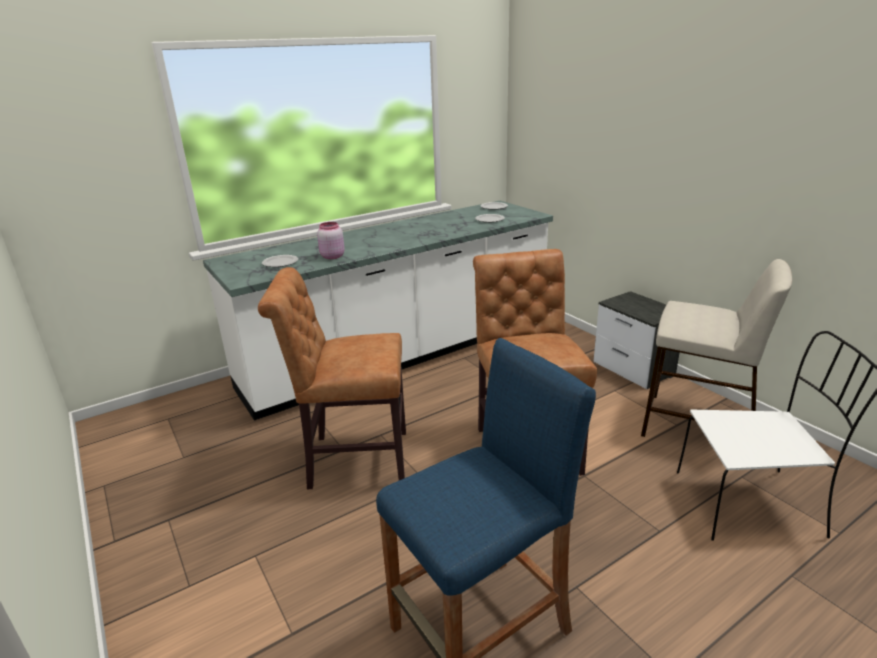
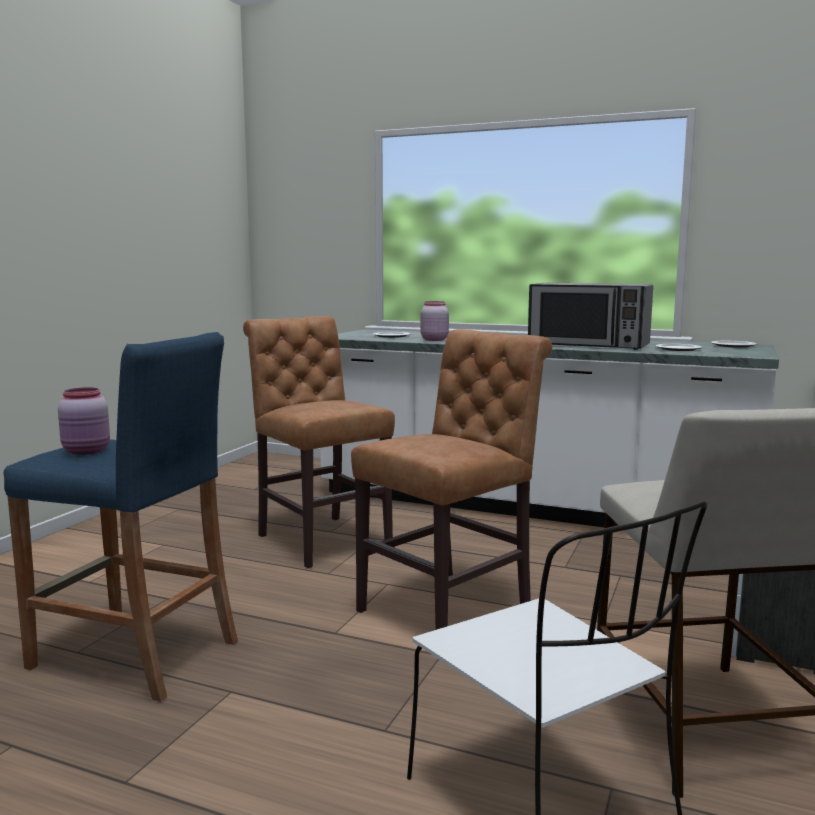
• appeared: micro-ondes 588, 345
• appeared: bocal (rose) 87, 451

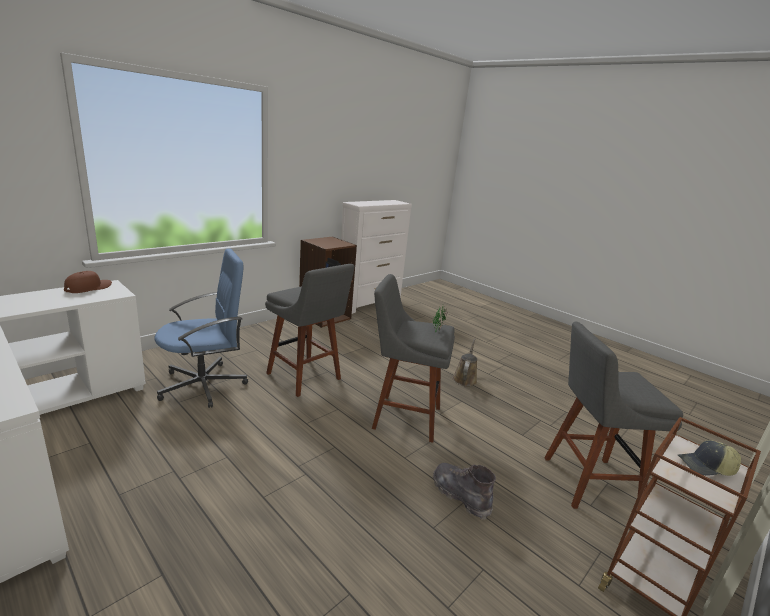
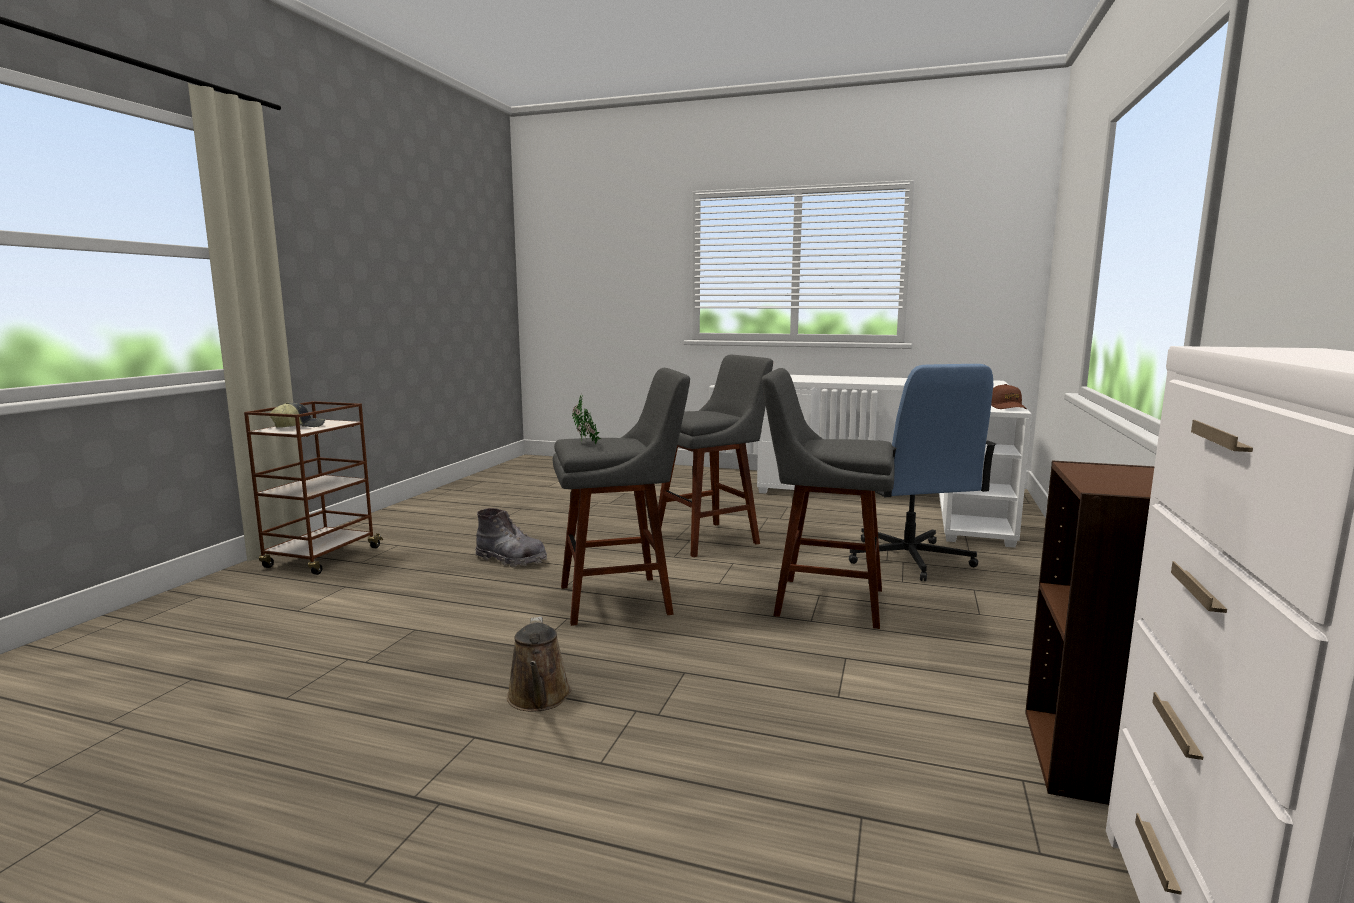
• spun: chaise de bureau (bleu) 204, 385 = 908, 559 45 degrees counterclockwise
• relocated: tabouret (gris) 585, 482 to 711, 538

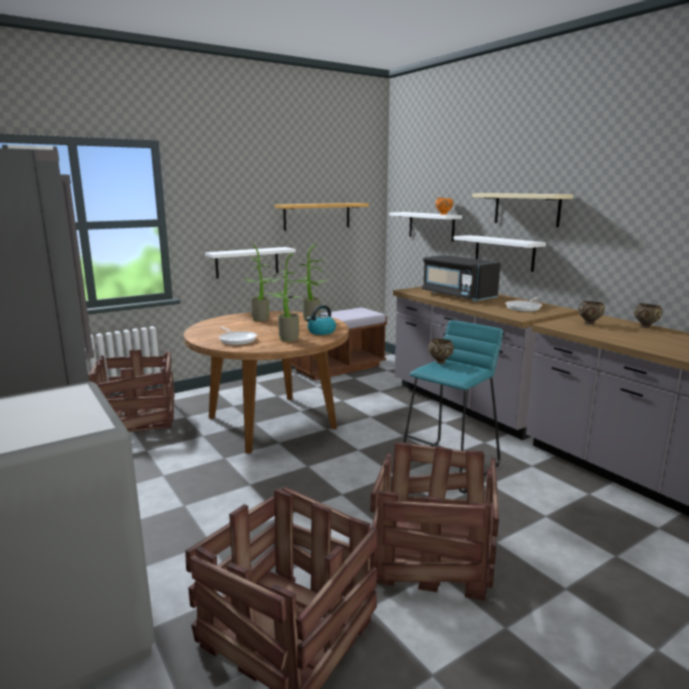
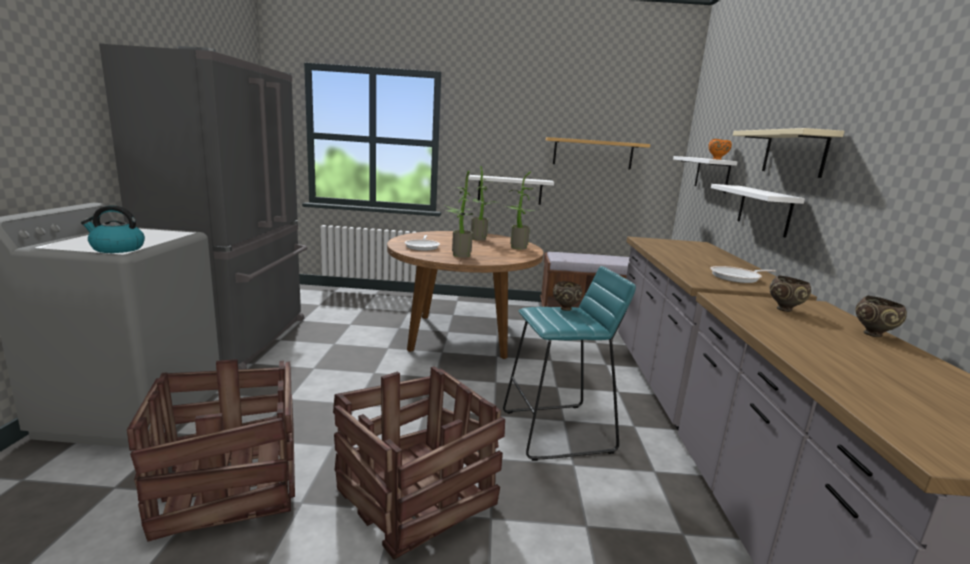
• missing: micro-ondes (noir) 457, 296
• relocated: bouilloire 321, 332 to 117, 249
• missing: caisse 138, 417

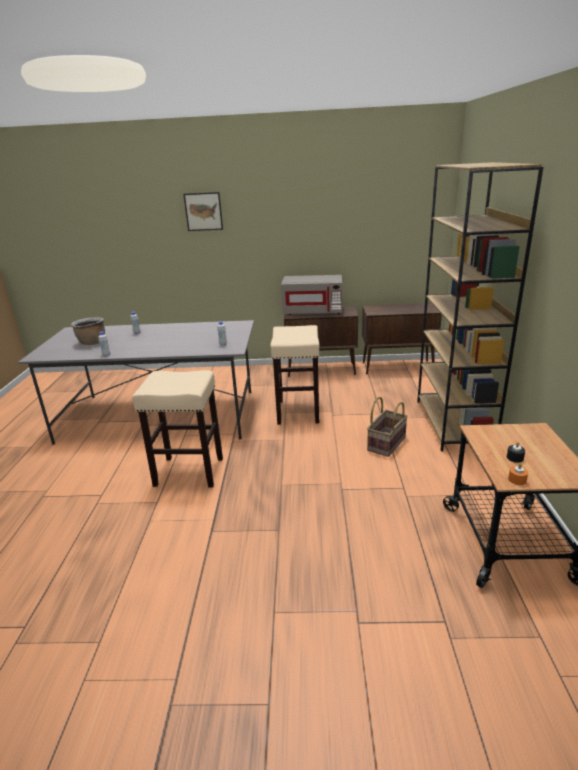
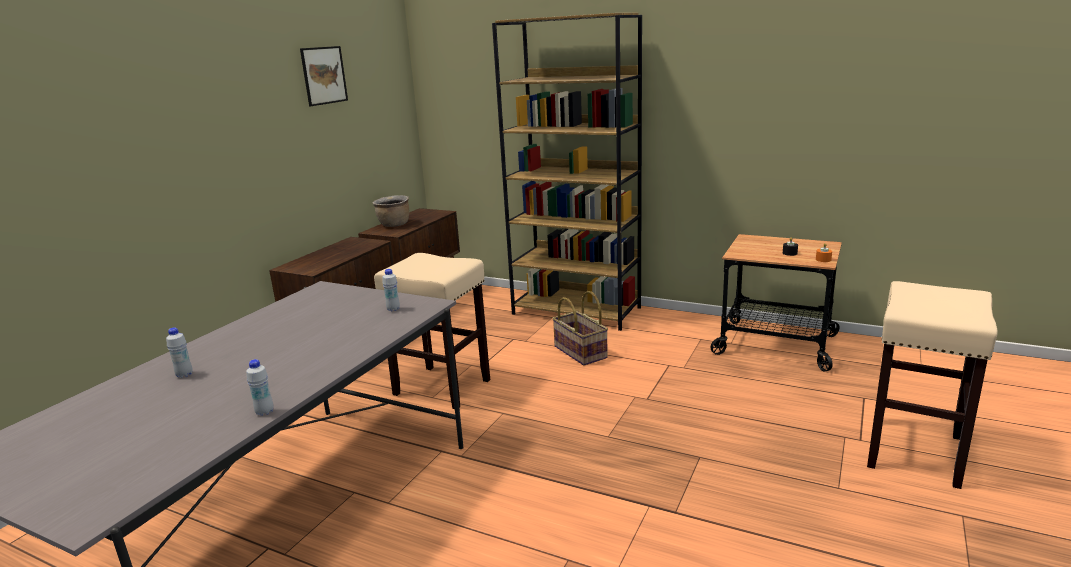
• relocated: tableau 203, 211 to 324, 75
• missing: micro-ondes (gris) 313, 312
• relocated: marmite (marron) 92, 342 to 394, 225
• relocated: tabouret (beige) 188, 472 to 915, 452

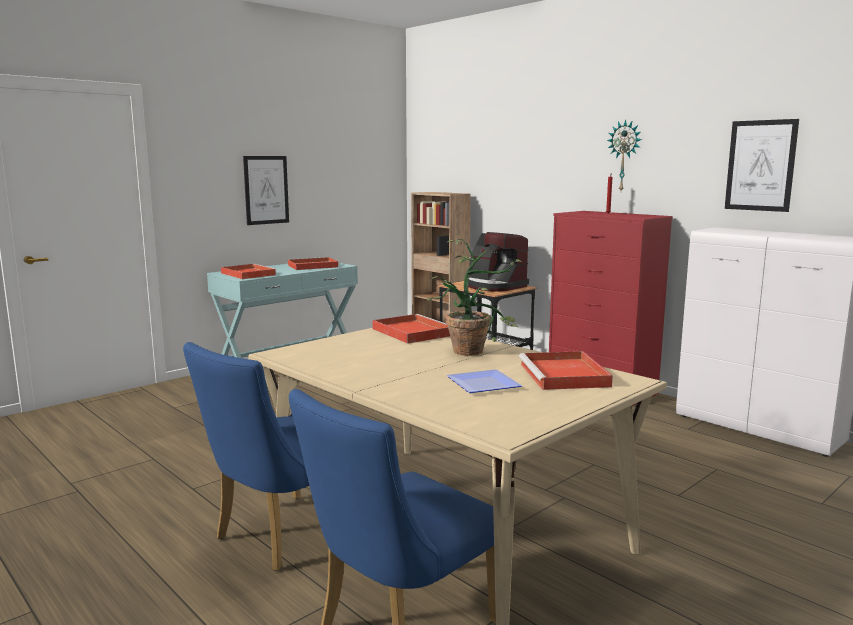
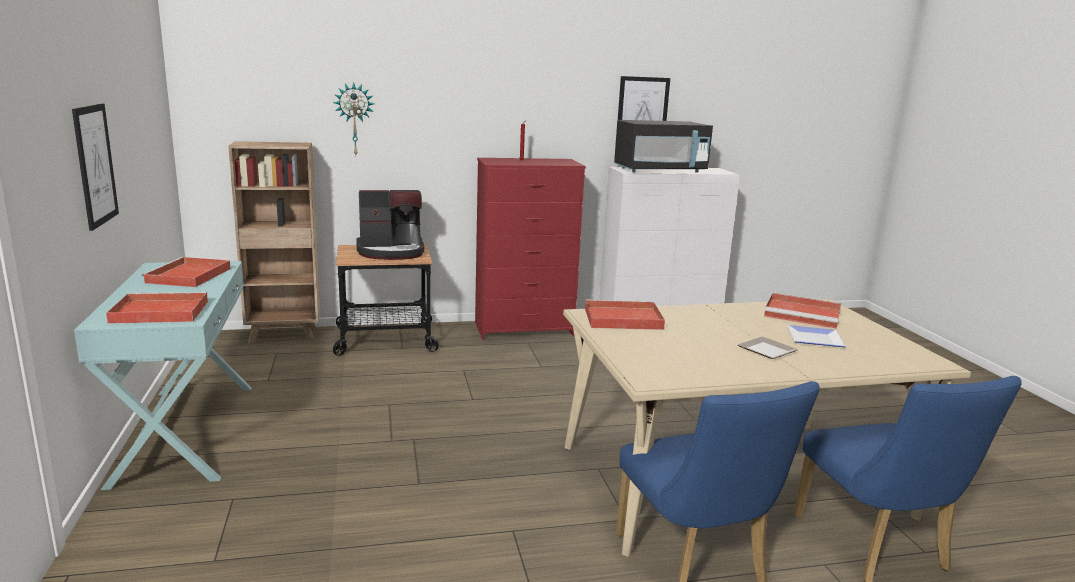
• relocated: horloge murale 624, 156 to 354, 119
• missing: plante en pot 474, 350
• appeared: micro-ondes (noir) 660, 170
• appeared: assiette 766, 350

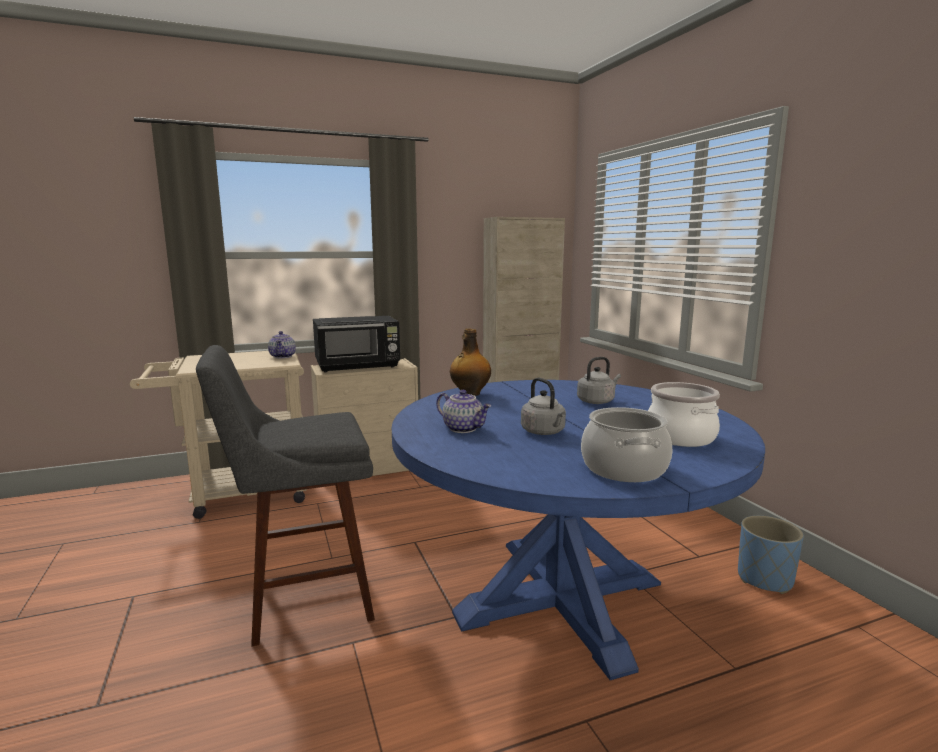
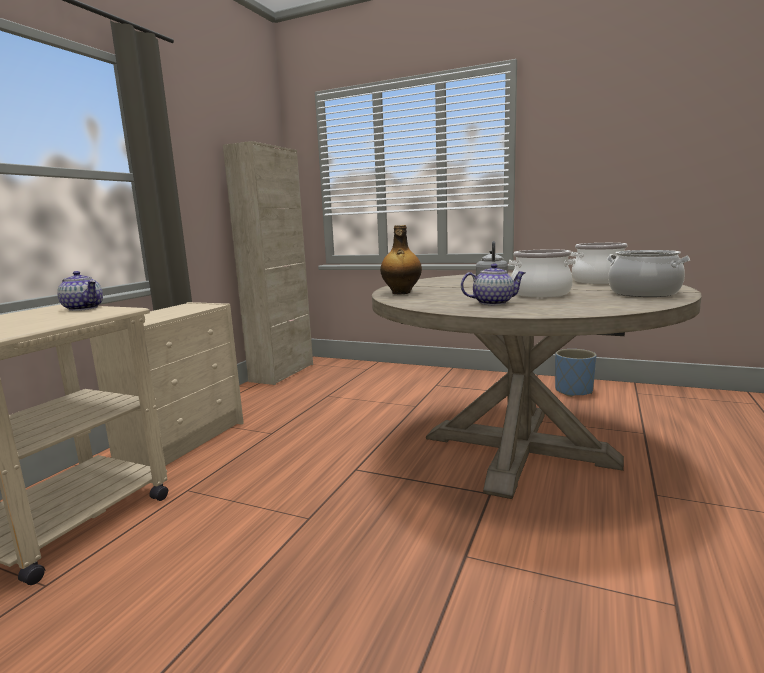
• missing: micro-ondes (noir) 358, 366
• missing: tabouret (gris) 302, 599
• exchanged: bouilloire (gris) 544, 432 to marmite 540, 293
• colour: table à manger (bleu) 560, 598 to table à manger (beige) 518, 448

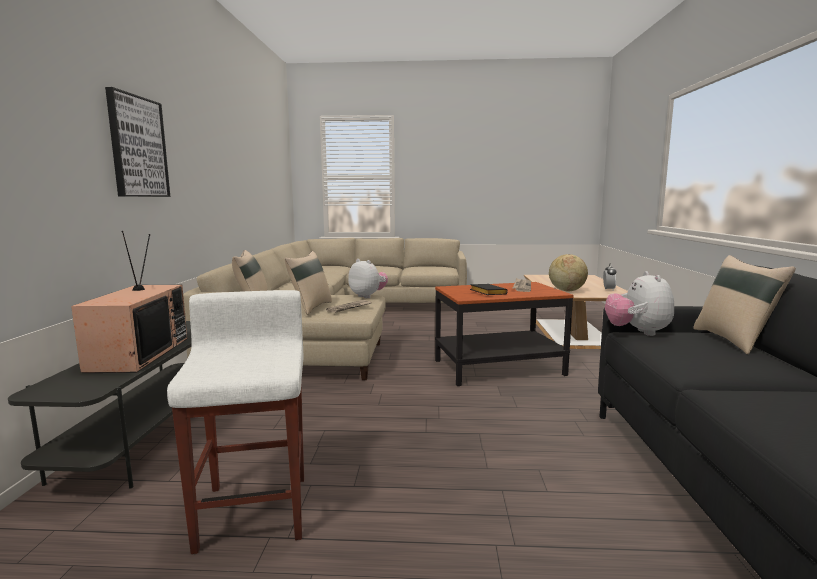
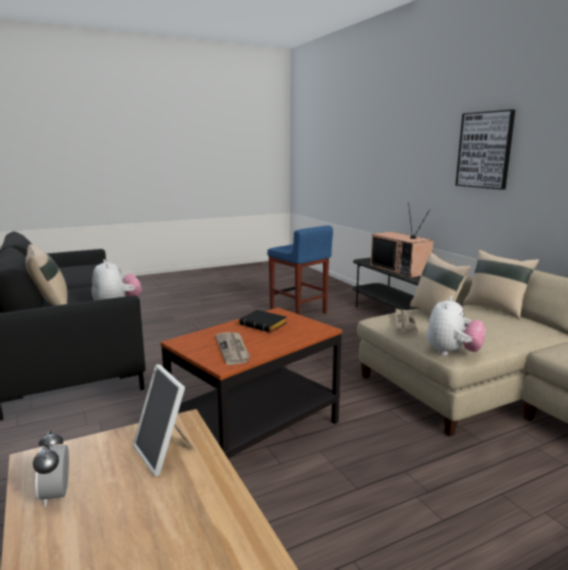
• exchanged: globe 566, 290 to cadre photo 165, 453
• spun: peluche 368, 296 = 452, 353 75 degrees counterclockwise
• colour: tabouret (blanc) 254, 510 to tabouret (bleu) 298, 312

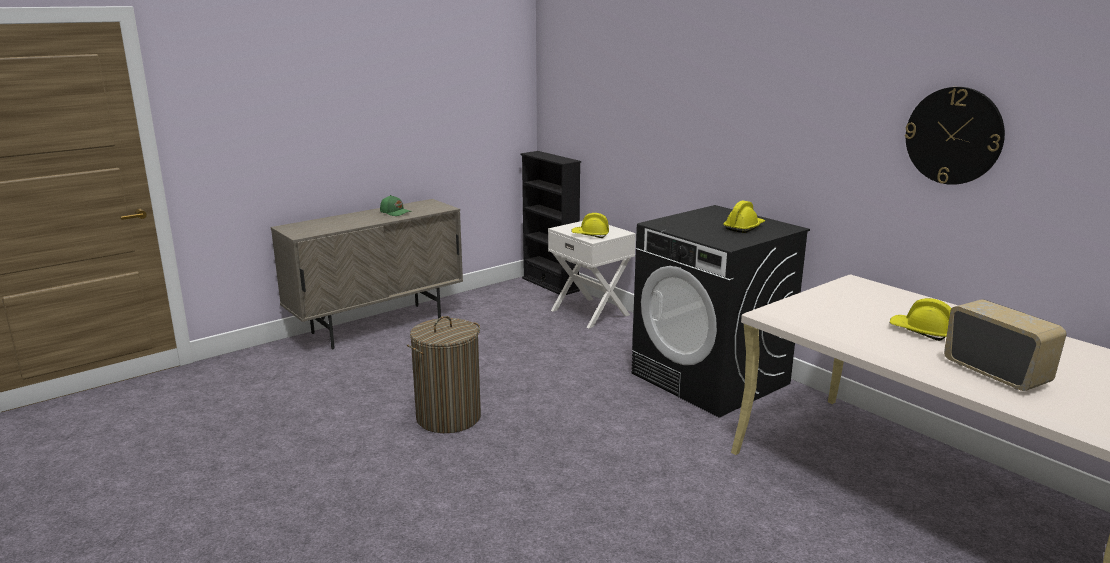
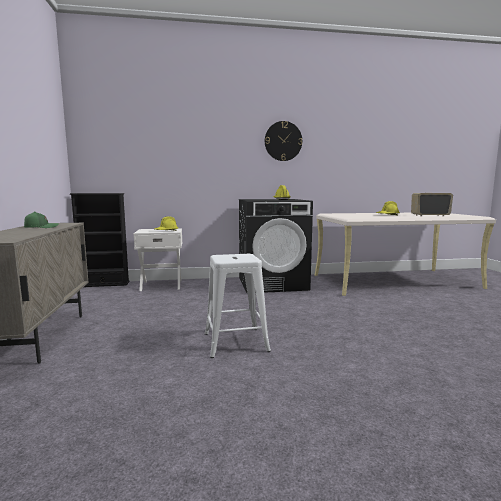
• relocated: horloge murale 954, 136 to 283, 141
• exchanged: panier à linge 448, 417 to tabouret (blanc) 235, 342

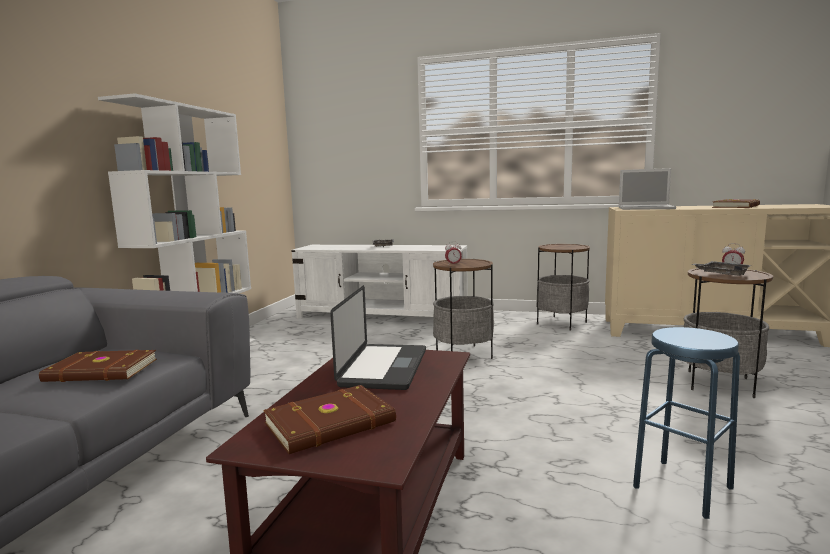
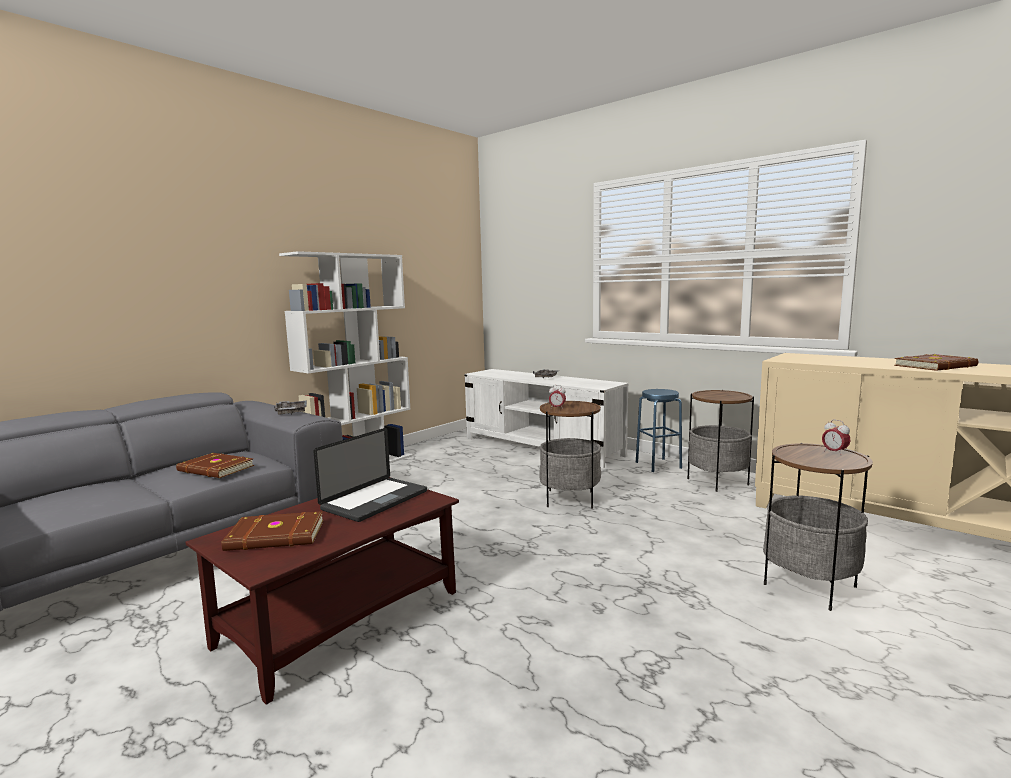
• missing: ordinateur portable 647, 208
• relocated: plateau (gris) 722, 274 to 291, 412
• relocated: tabouret (bleu) 682, 487 to 658, 465

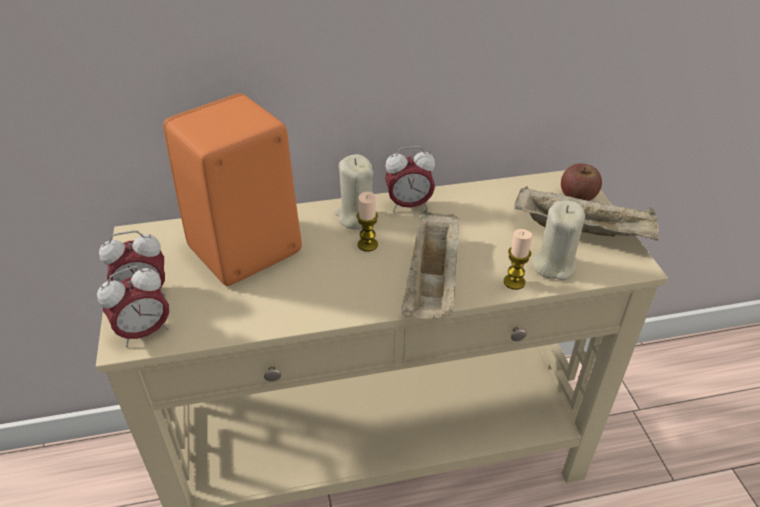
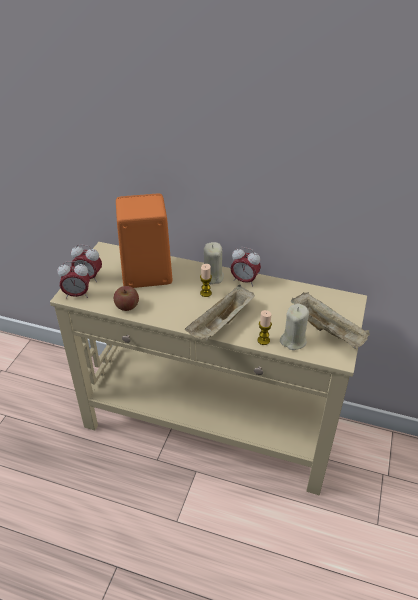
• relocated: pomme 577, 196 to 127, 306

